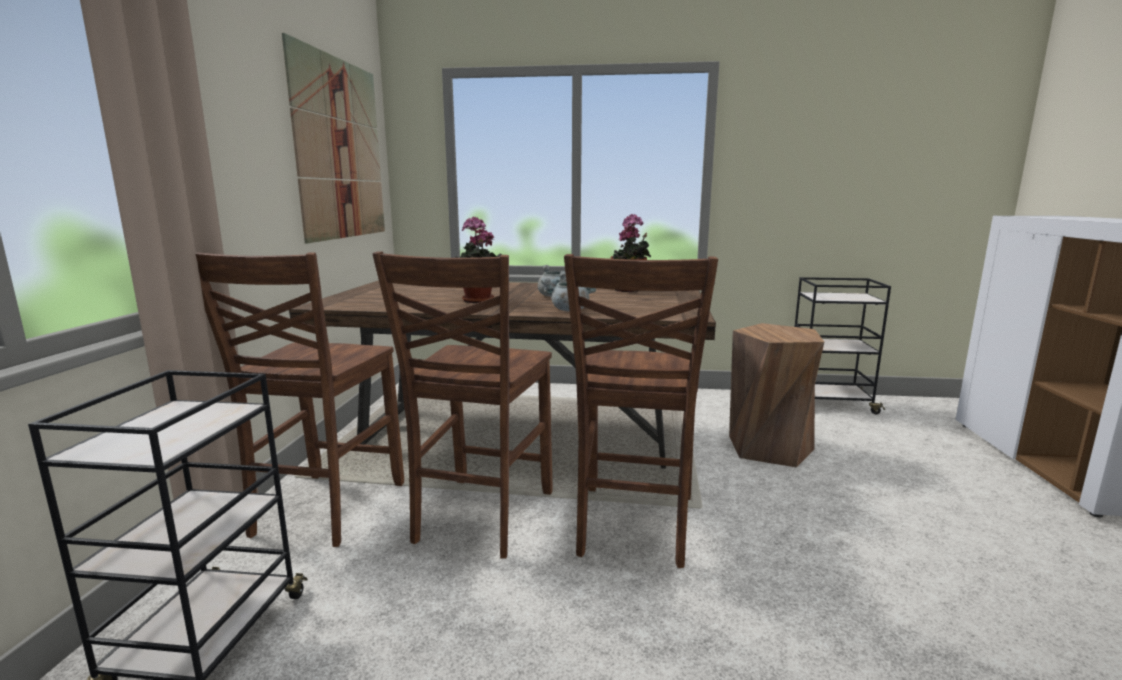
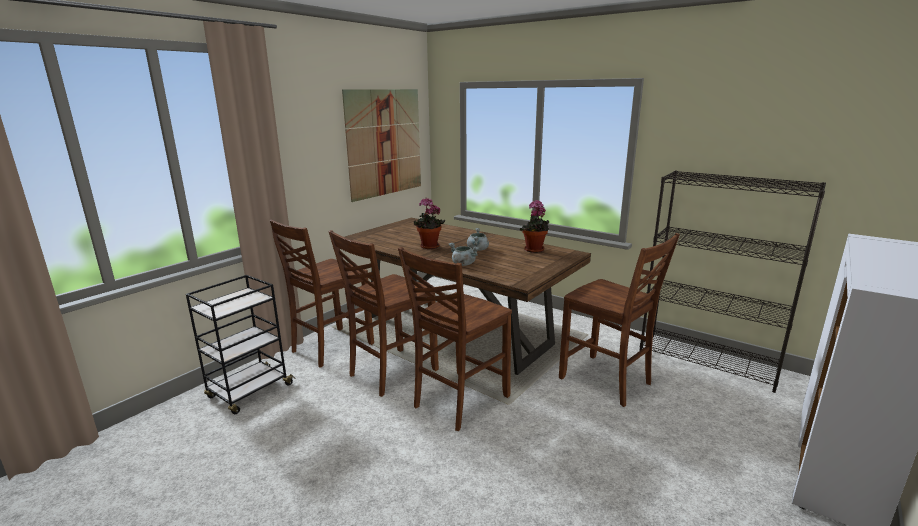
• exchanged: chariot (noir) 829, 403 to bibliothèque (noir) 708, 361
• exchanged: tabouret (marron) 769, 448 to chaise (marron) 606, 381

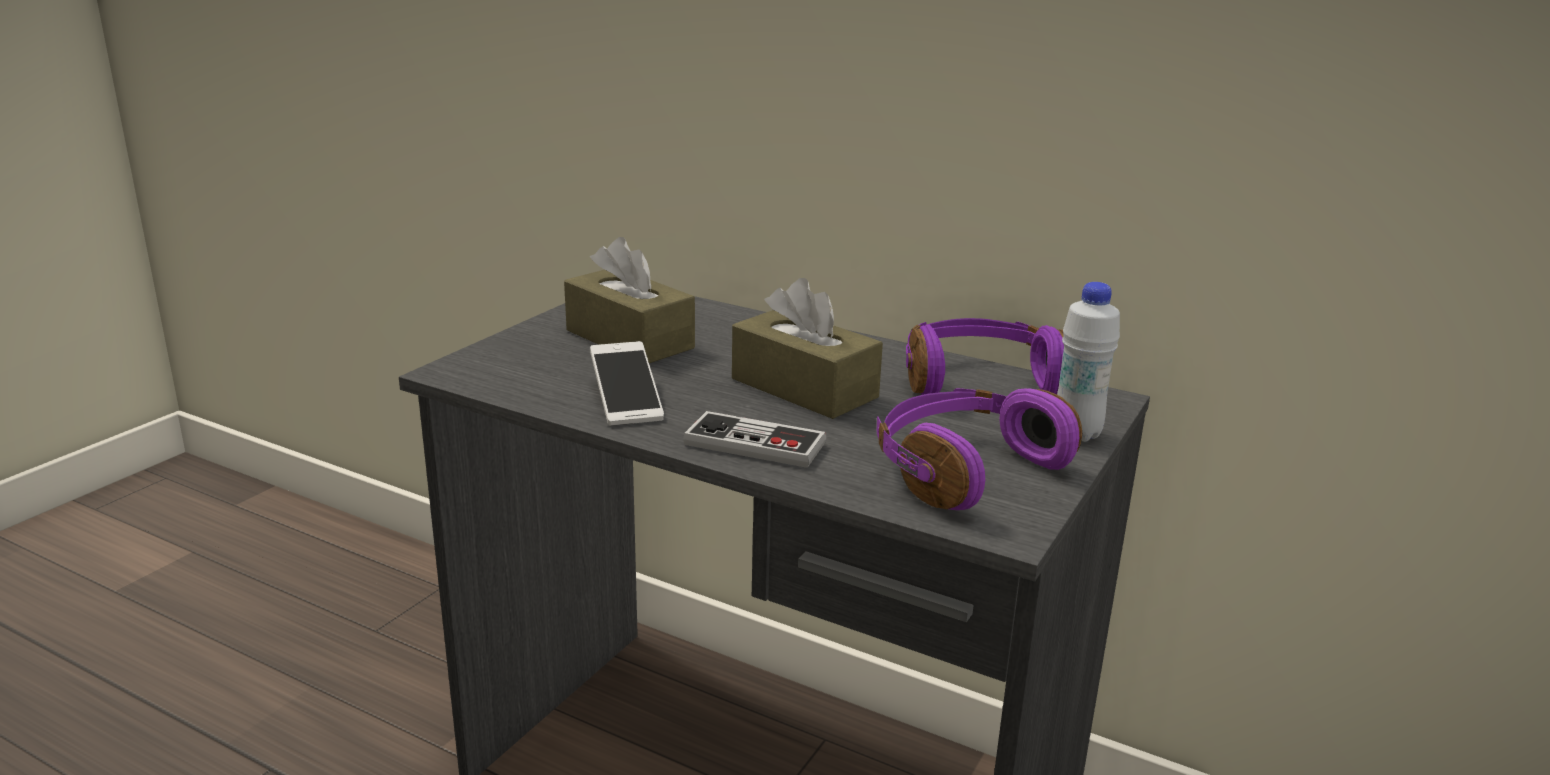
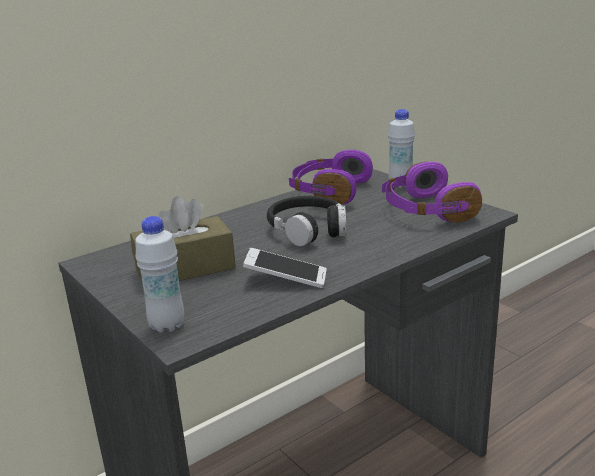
• exchanged: boîte à mouchoirs (marron) 804, 388 to casque audio (noir) 308, 230
• missing: manette 755, 444
• appeared: bouteille (blanc) 167, 325

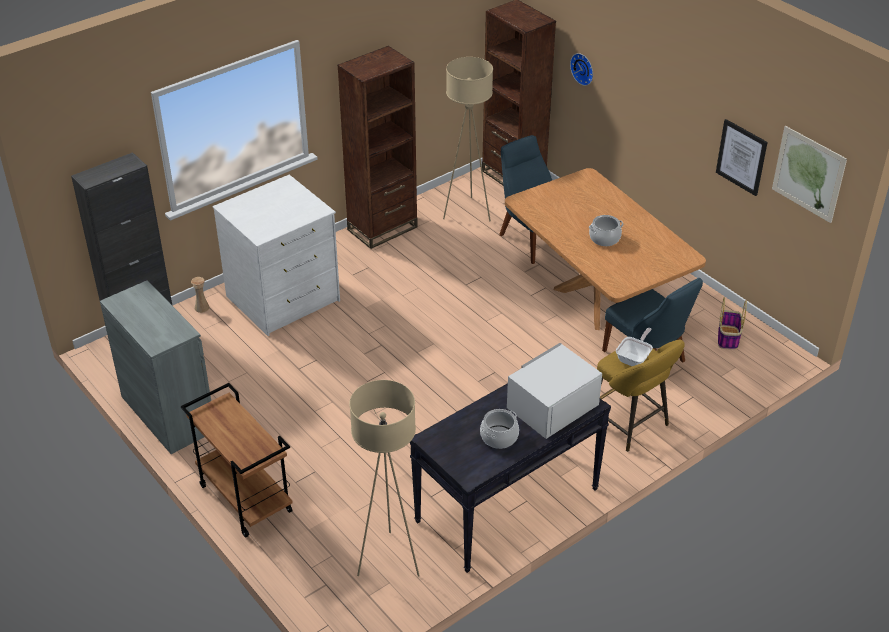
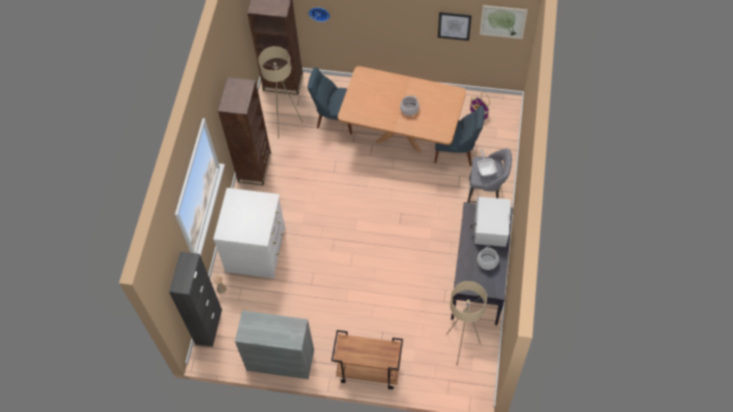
• colour: tabouret (jaune) 631, 425 to tabouret (gris) 486, 195

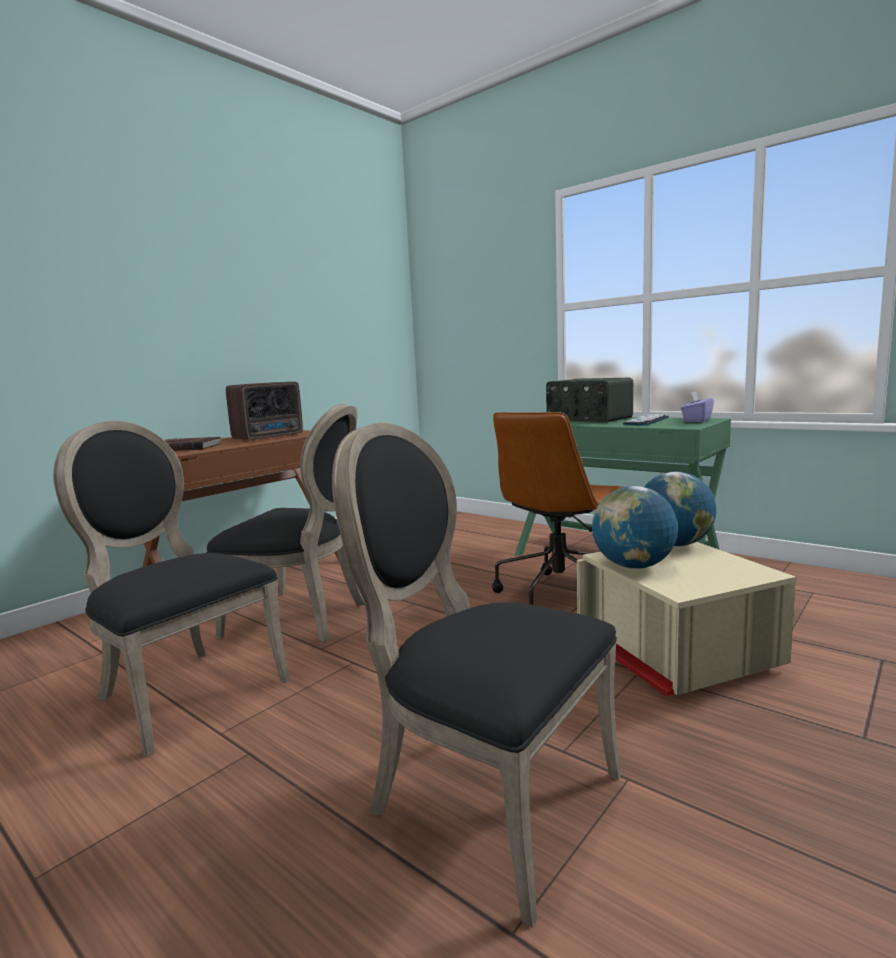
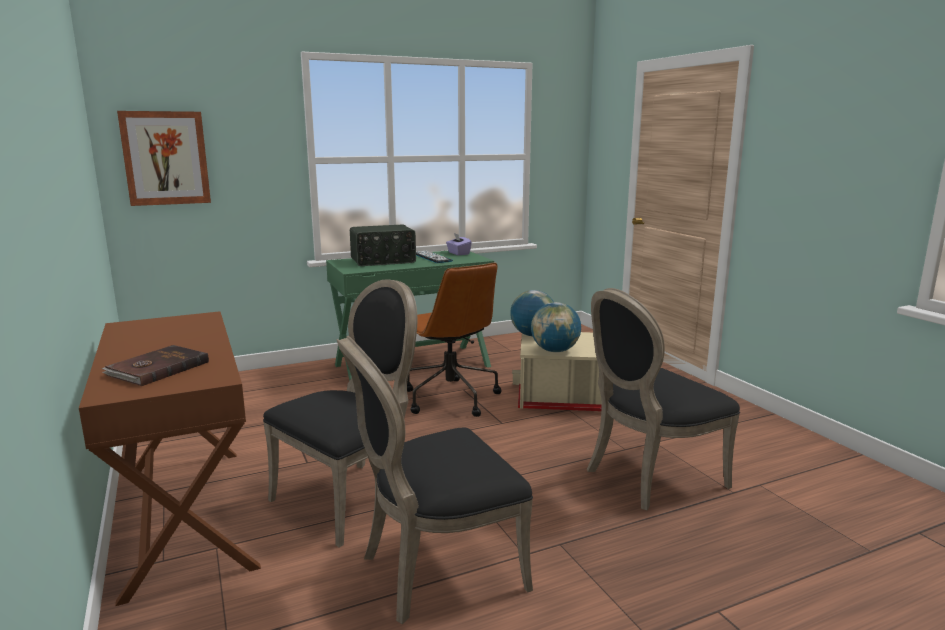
• missing: radio 270, 437
• appeared: tableau 166, 158

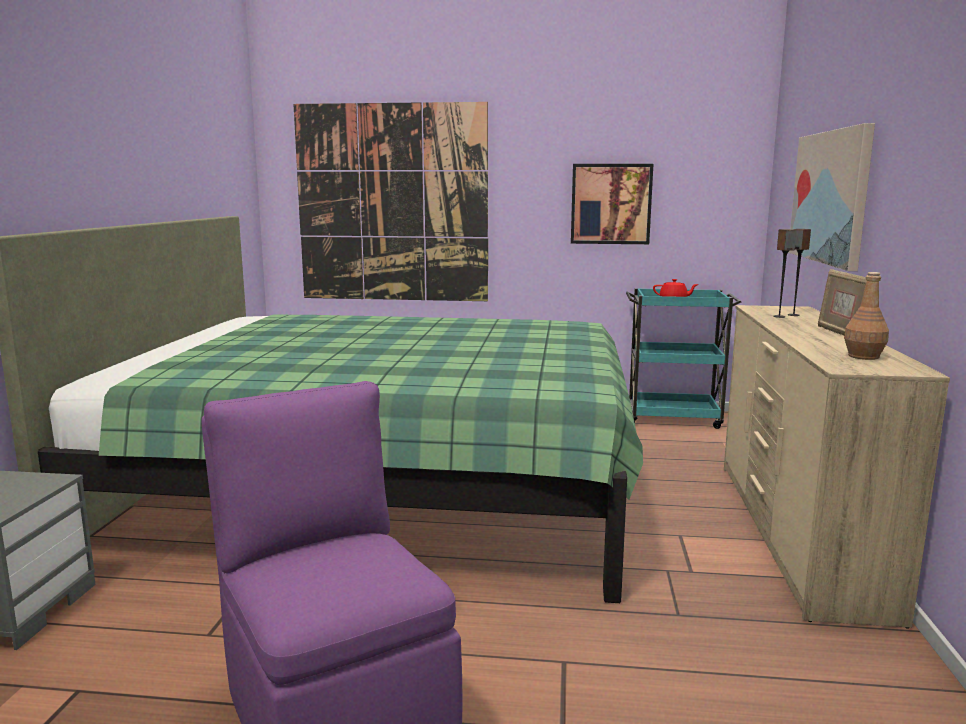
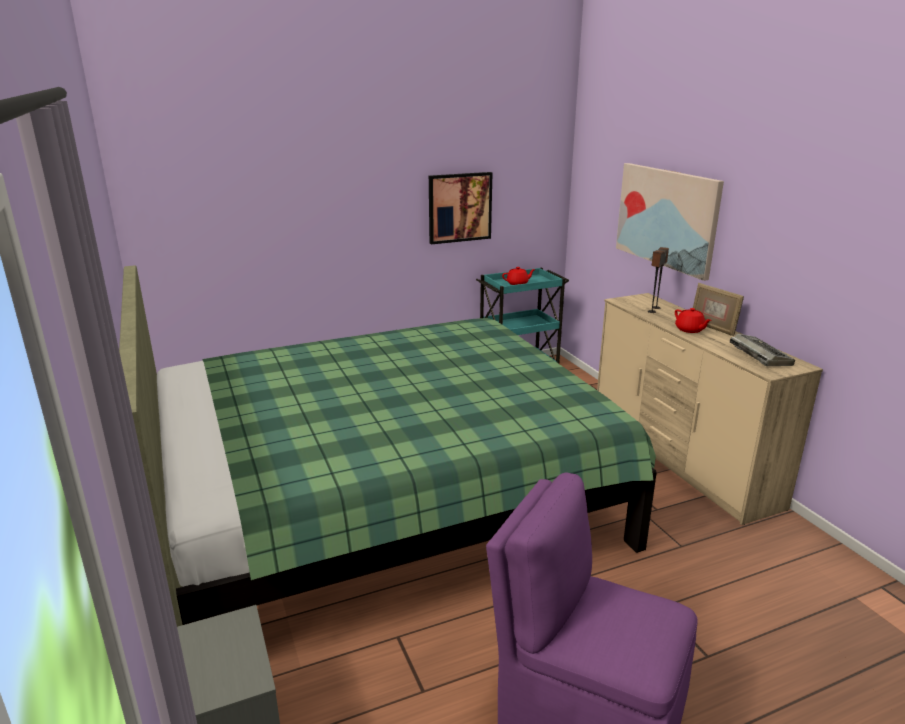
• missing: tableau 392, 204
• exchanged: bouteille (marron) 863, 356 to clavier 759, 355
• appeared: théière (rouge) 690, 330

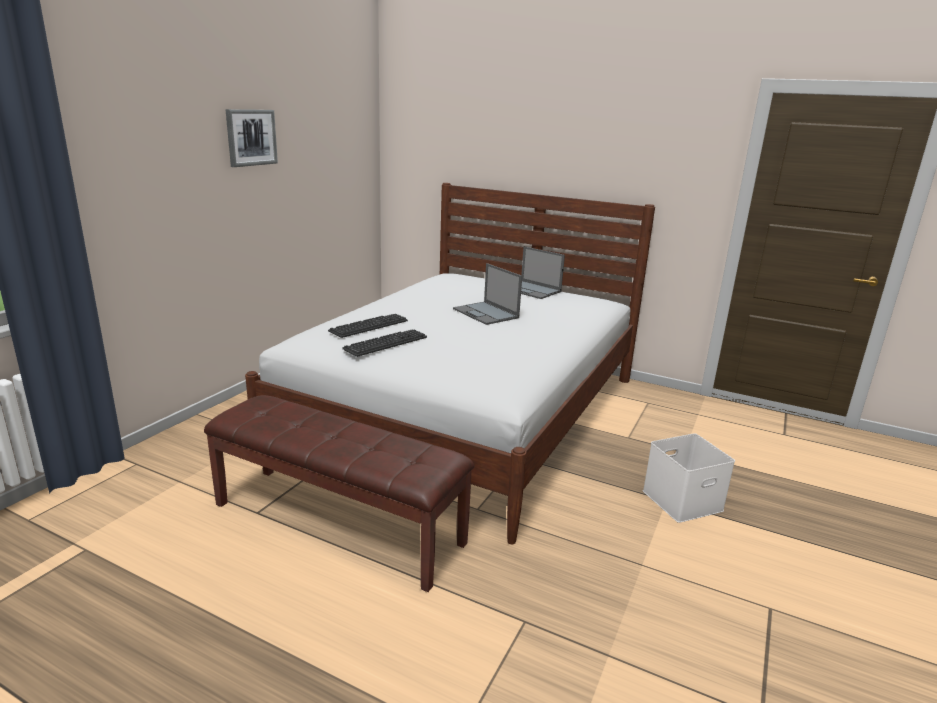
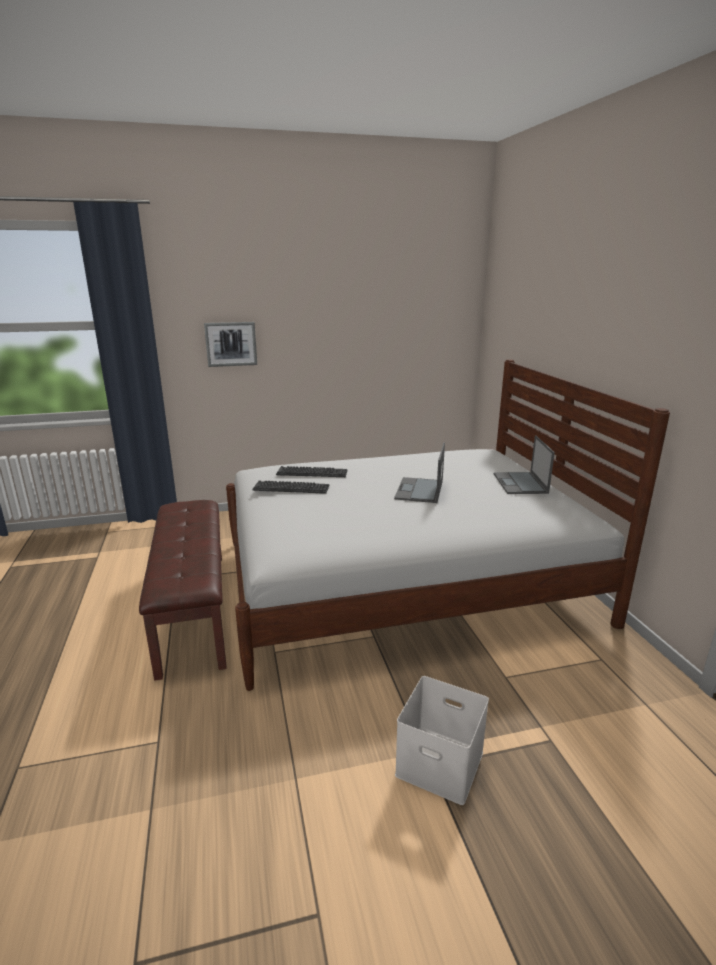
• relocated: tableau 251, 137 to 231, 344

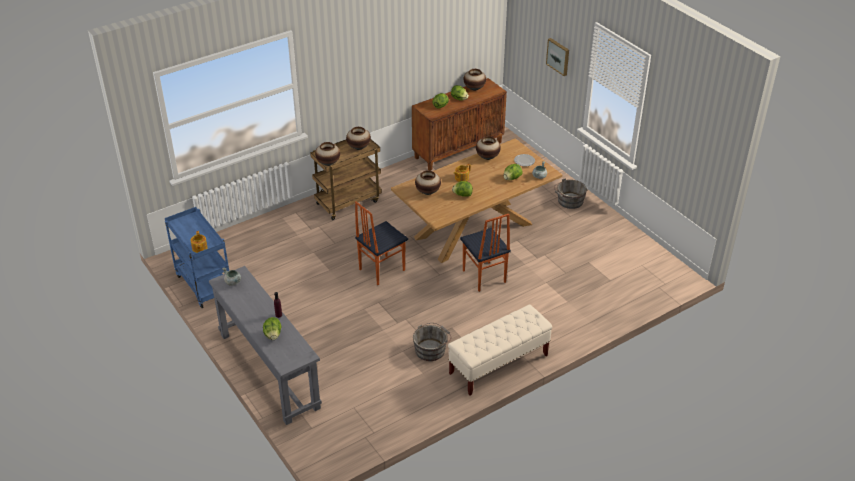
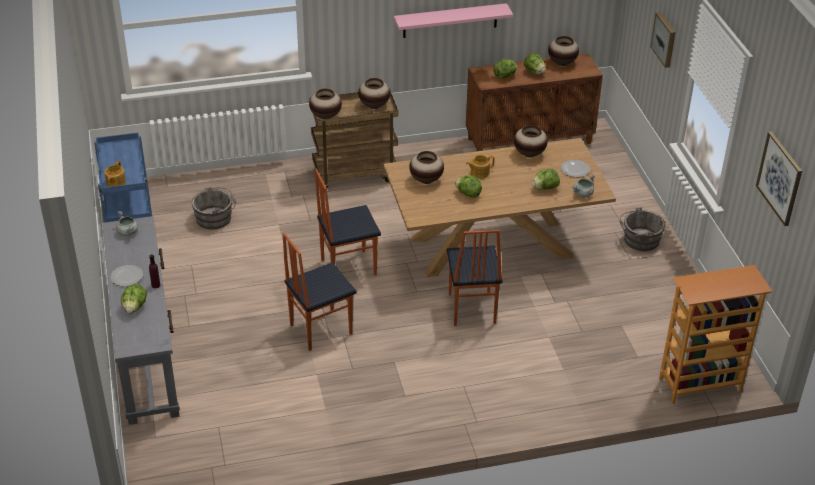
• missing: banc (beige) 498, 365
• relocated: seau (gris) 431, 349 to 216, 218
• appeared: étagère (rose) 450, 20
• appeared: tableau 780, 178
• appeared: chaise 320, 329
• appeared: assiette 126, 277
• appeared: bibliothèque 700, 385

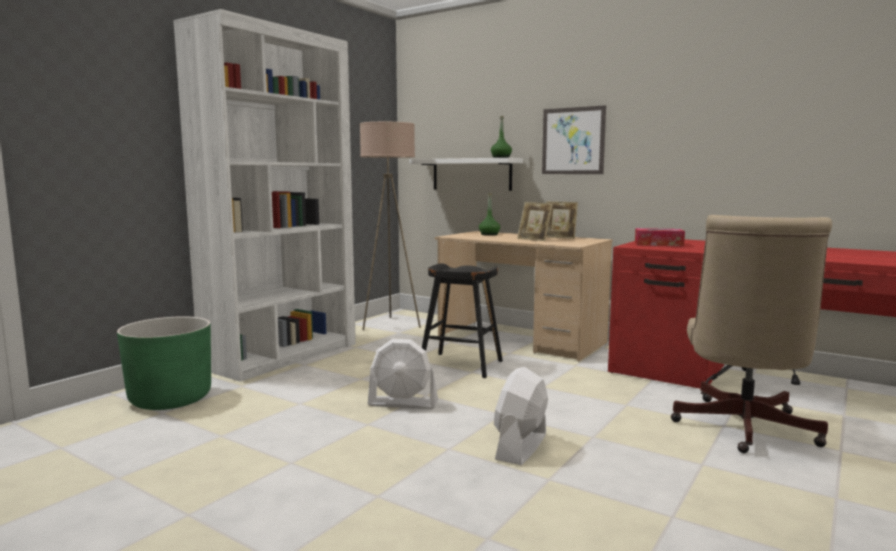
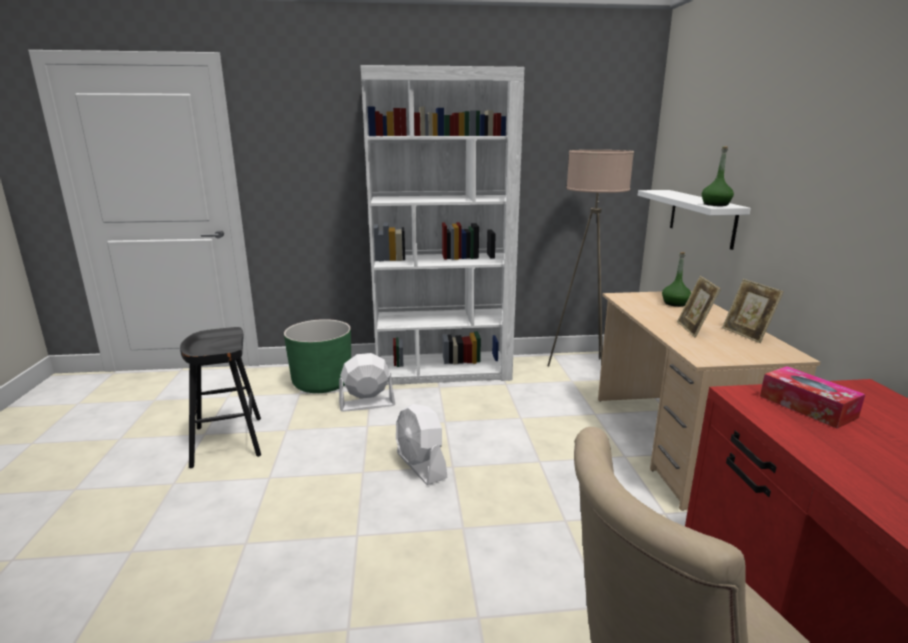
• missing: tableau 573, 141
• relocated: tabouret (noir) 461, 365 to 227, 441
• relocated: ventilateur (blanc) 521, 447 to 367, 404

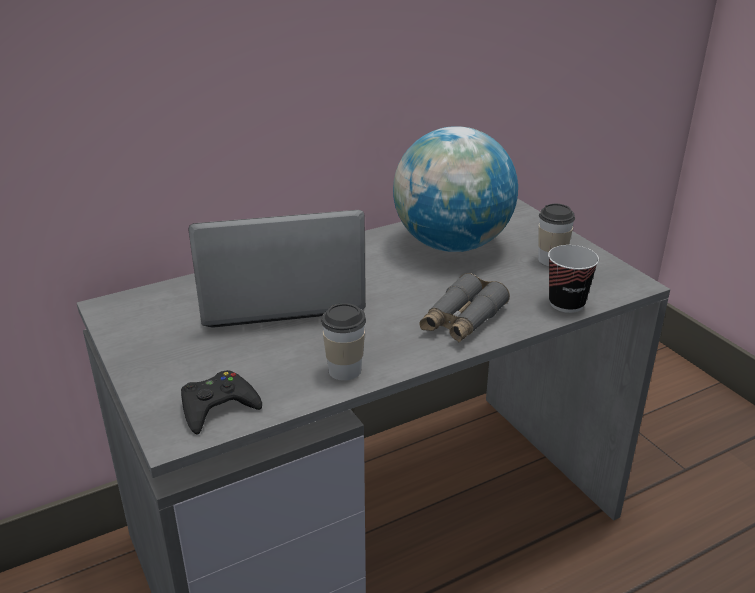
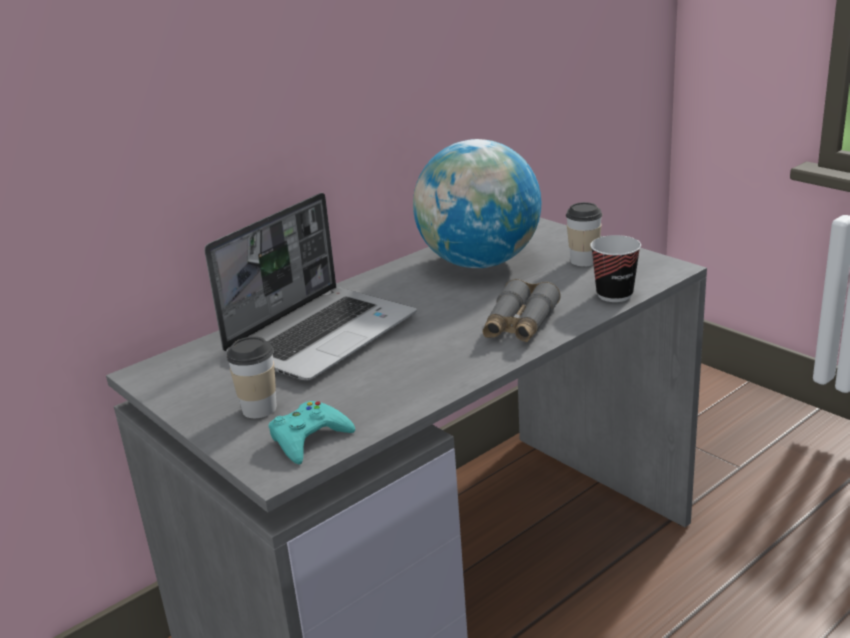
• spun: ordinateur portable 278, 296 = 322, 335 150 degrees clockwise
• relocated: tasse 345, 370 to 259, 409
• colour: manette (noir) 218, 407 to manette (turquoise) 309, 438

